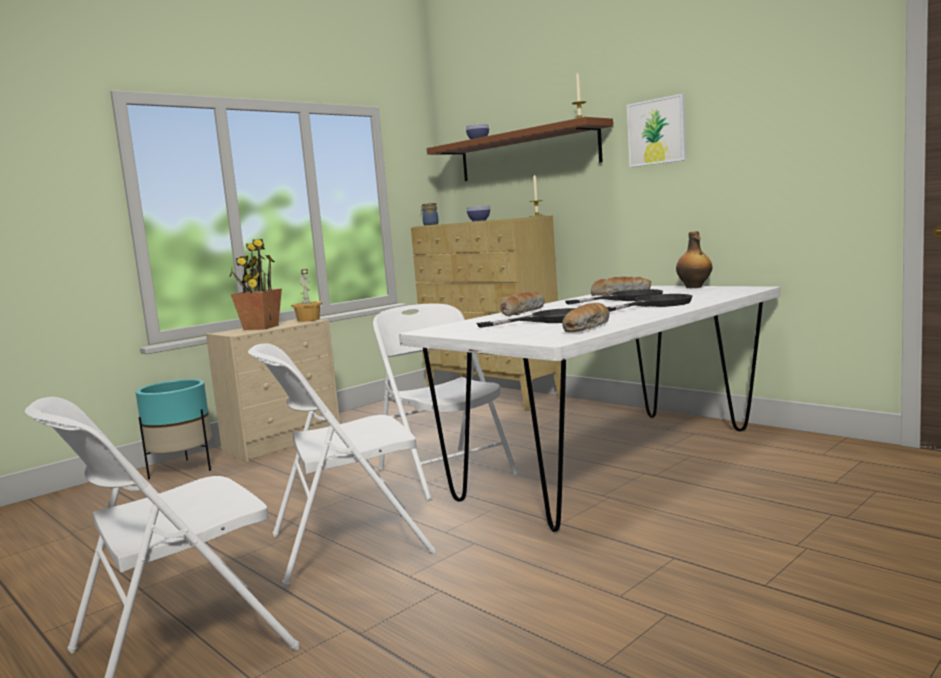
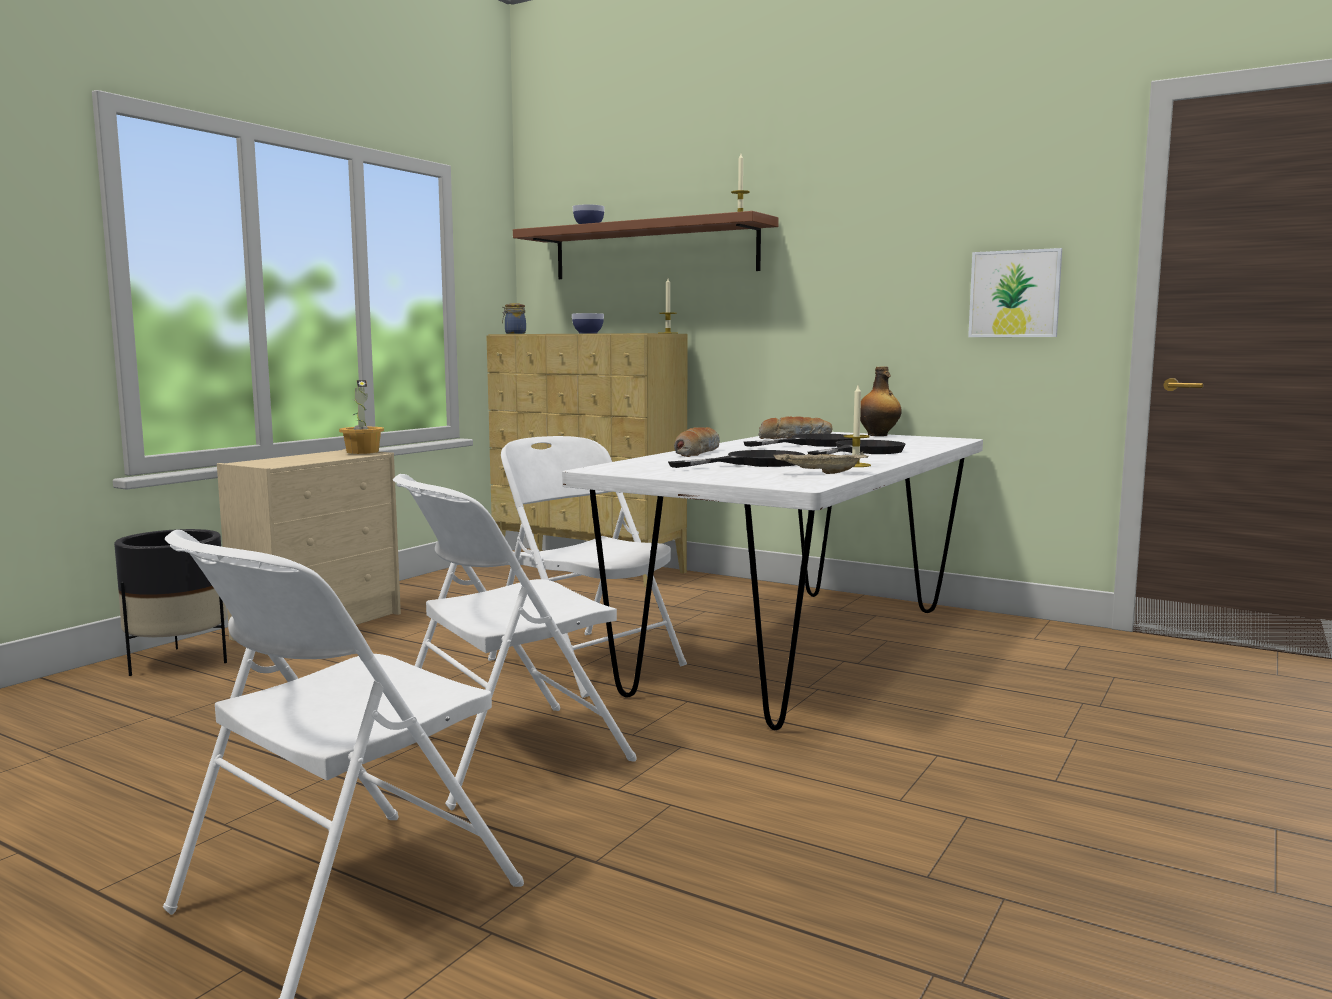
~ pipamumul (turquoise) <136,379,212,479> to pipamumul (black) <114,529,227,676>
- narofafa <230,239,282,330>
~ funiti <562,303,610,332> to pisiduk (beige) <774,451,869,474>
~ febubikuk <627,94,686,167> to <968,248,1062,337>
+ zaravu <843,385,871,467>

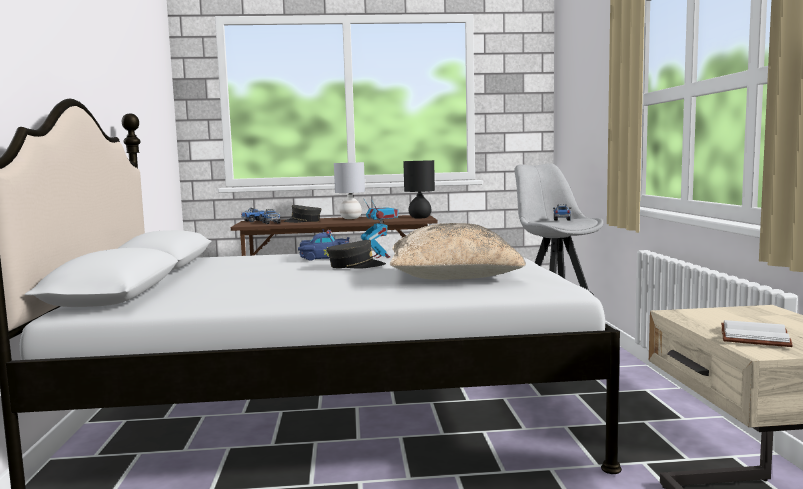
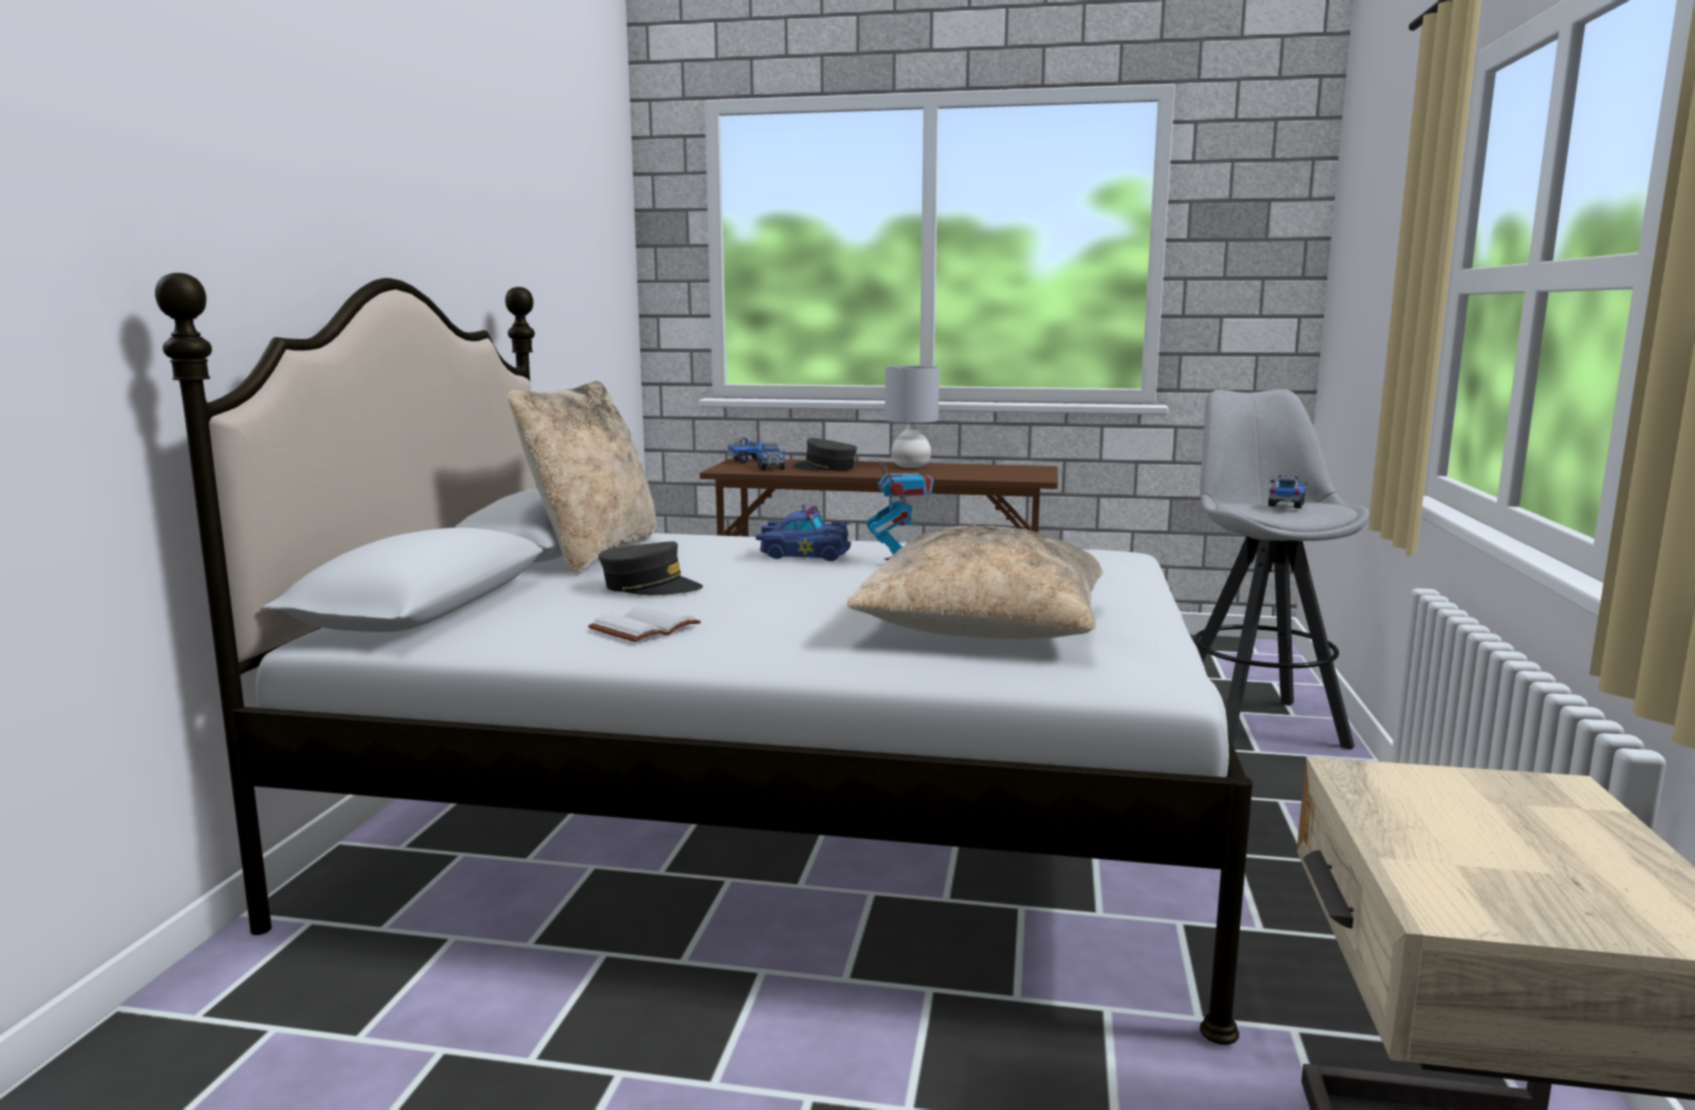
~ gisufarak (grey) <327,240,386,269> to <598,541,703,595>
- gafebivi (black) <403,160,435,218>
~ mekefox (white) <721,320,793,347> to <588,605,701,642>
+ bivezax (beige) <507,381,657,574>

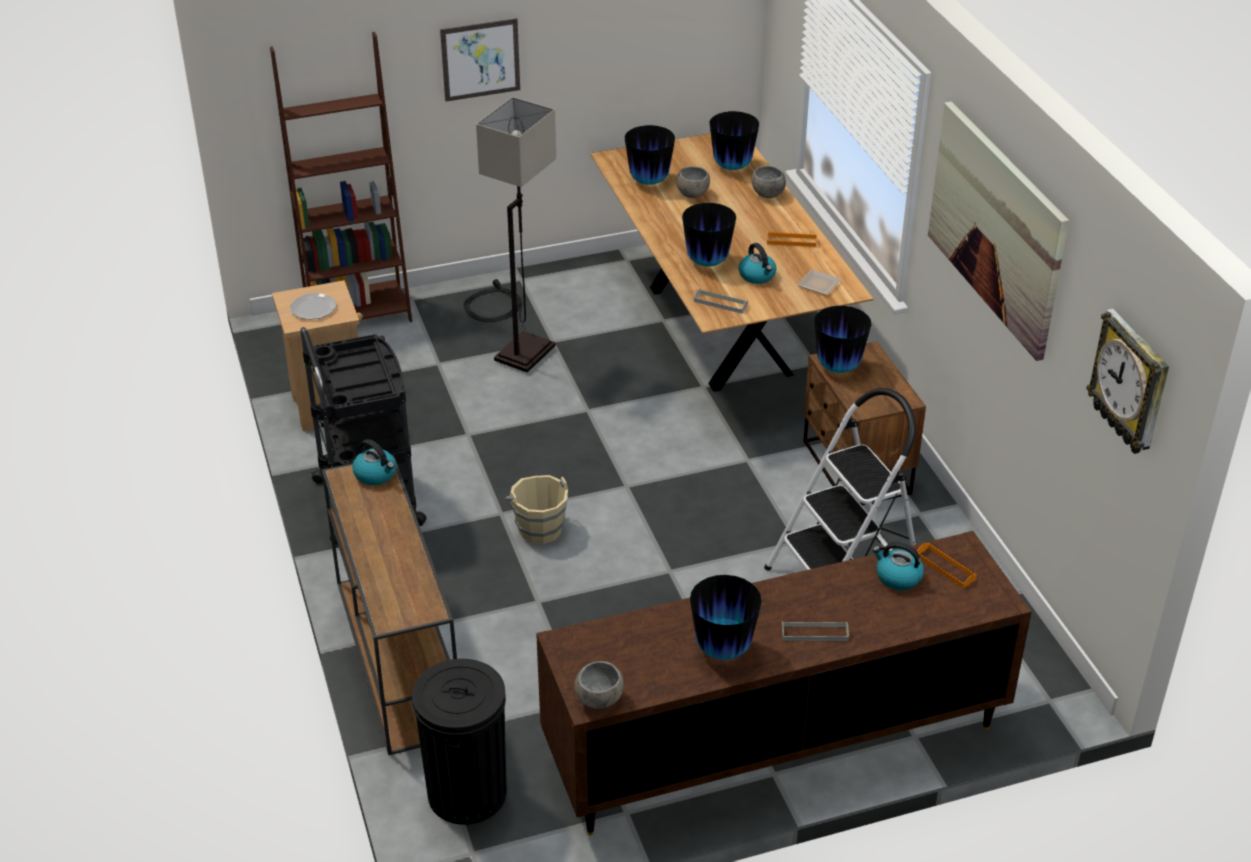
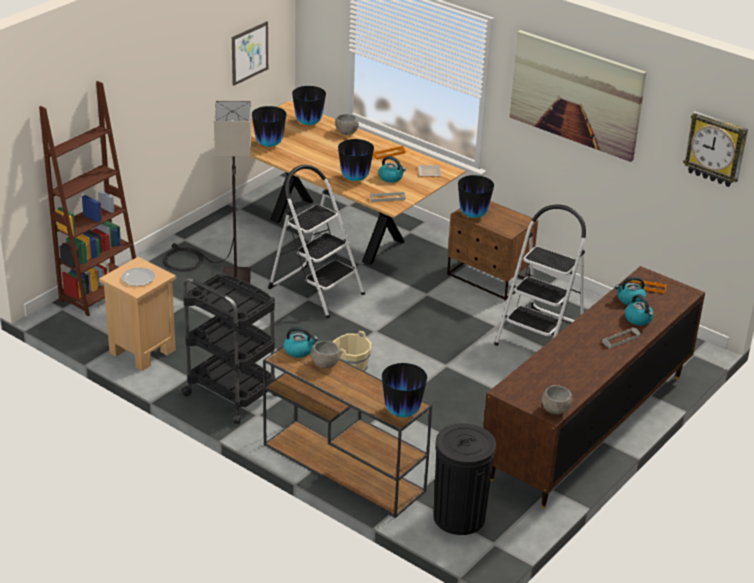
~ febubikuk <440,18,520,102> to <232,21,268,86>
~ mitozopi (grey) <677,166,710,198> to <311,341,340,368>
~ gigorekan <690,575,762,660> to <382,363,427,417>
+ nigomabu <268,165,365,318>
+ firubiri <625,294,654,325>

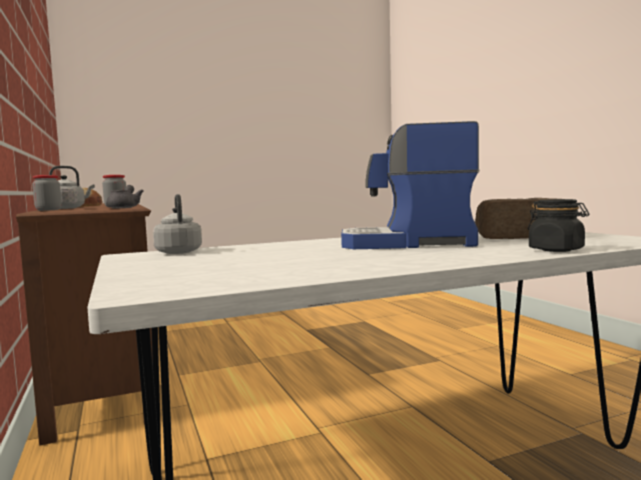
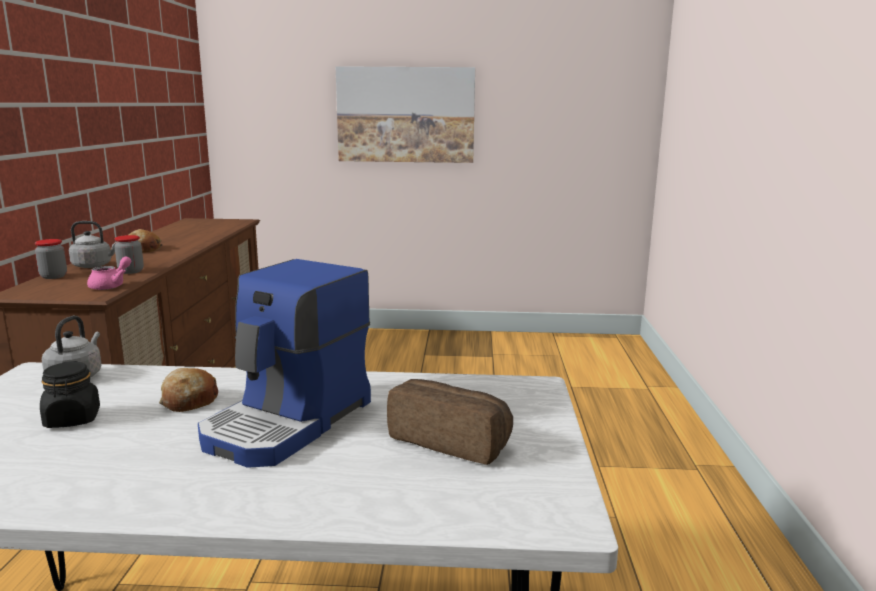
~ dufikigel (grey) <106,185,144,209> to dufikigel (pink) <87,256,131,290>
~ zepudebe <341,121,479,249> = <198,259,371,468> 90 degrees counterclockwise
~ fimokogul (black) <528,199,589,252> to <40,361,100,428>
+ funiti <159,368,218,412>
+ febubikuk <336,66,475,163>

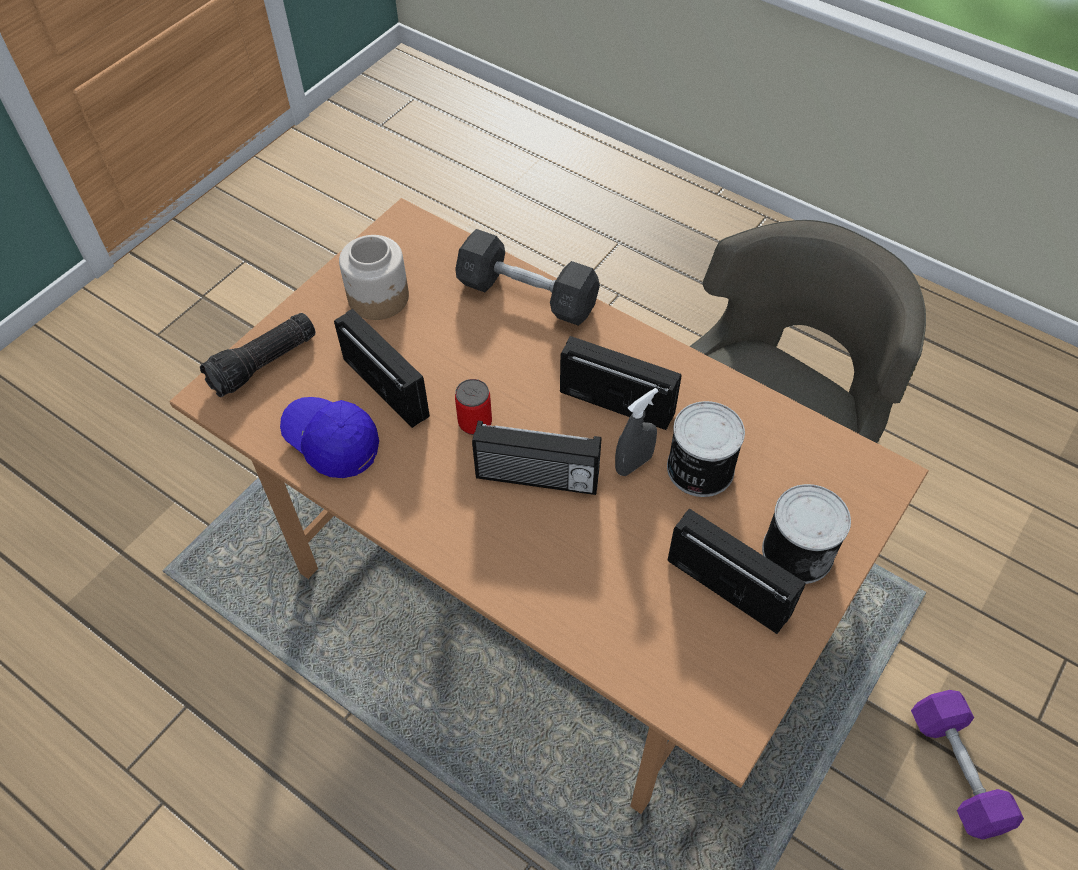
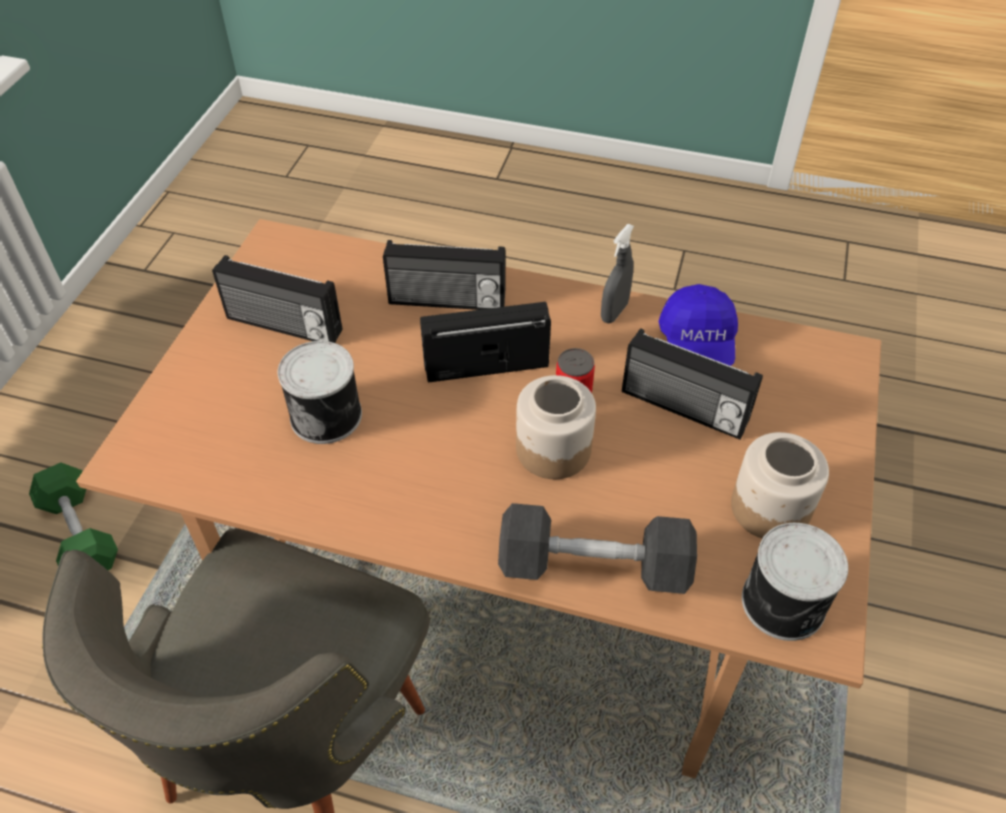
- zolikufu <200,313,316,397>
~ gisufarak (blue) <280,397,379,478> = <658,284,738,366> 75 degrees clockwise
~ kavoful <560,336,682,430> to <383,240,505,310>
~ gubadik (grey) <615,388,658,476> to <601,224,634,323>
~ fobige <762,484,851,584> to <742,523,848,641>
~ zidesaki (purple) <911,690,1024,840> to zidesaki (green) <29,463,118,570>
+ fimokogul <516,375,596,479>

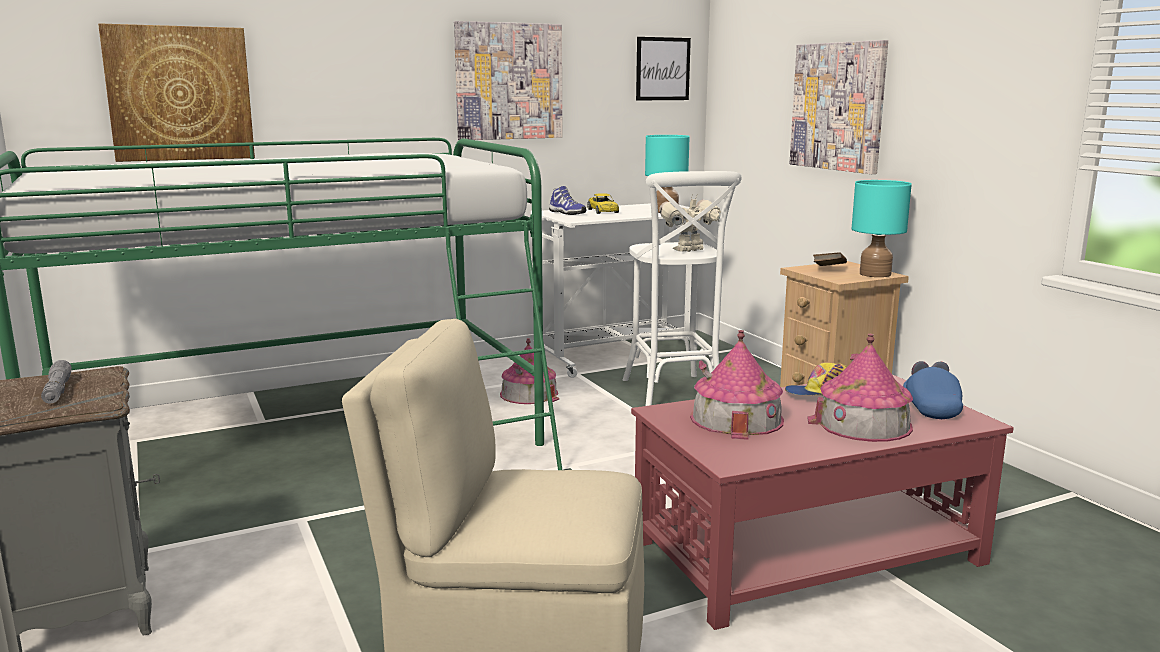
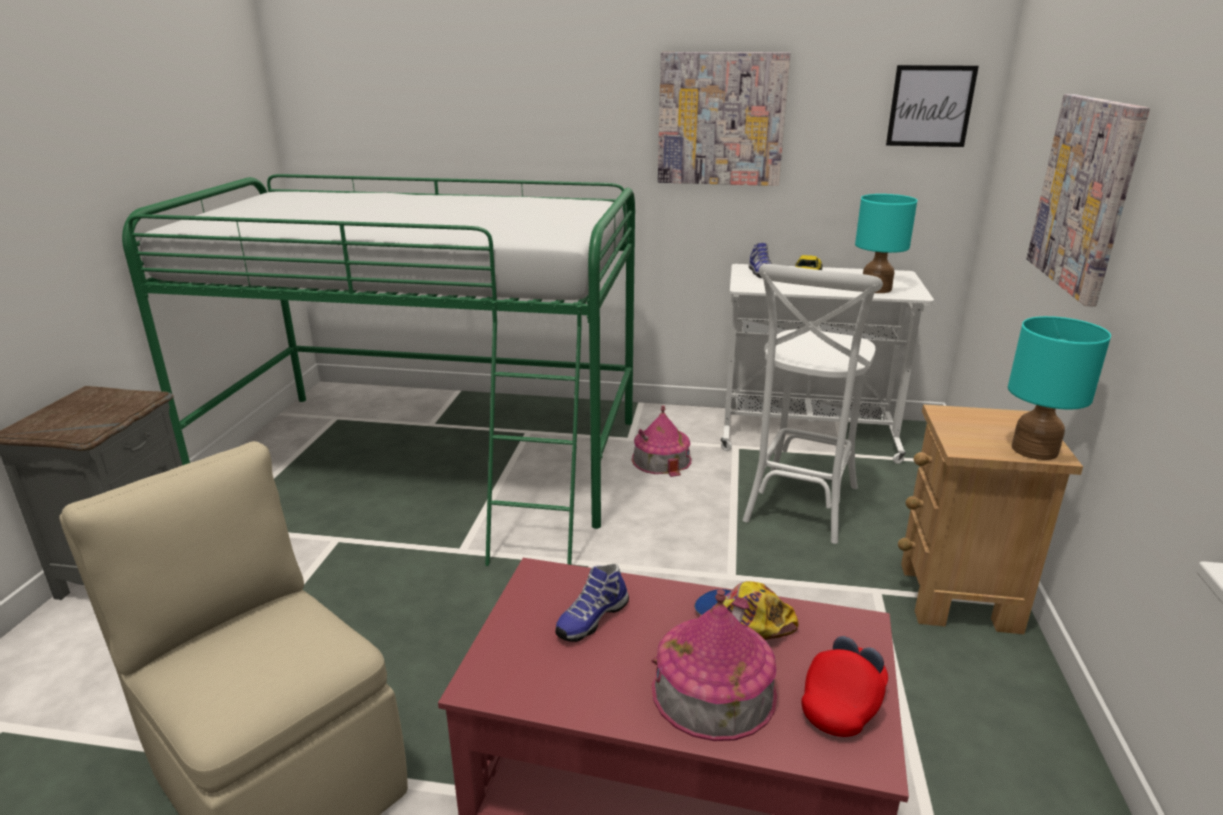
- zolikufu (grey) <41,360,72,403>
- febubikuk <98,23,255,162>
- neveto <659,193,721,252>
~ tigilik <690,330,784,440> to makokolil <555,564,629,642>
- mekefox (brown) <813,252,847,266>
~ gisufarak (blue) <903,361,963,419> to gisufarak (red) <801,636,888,737>

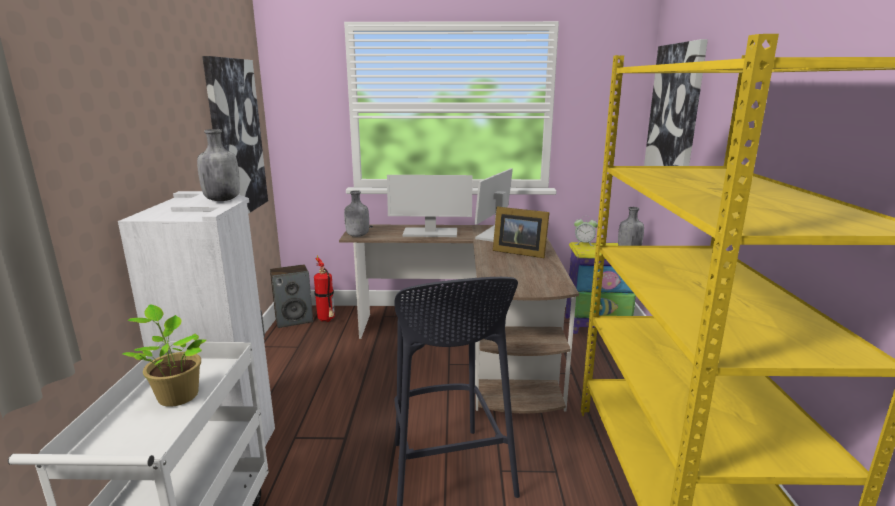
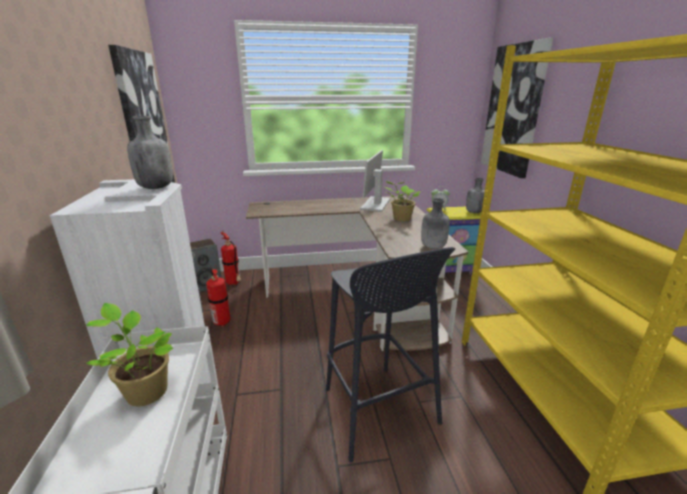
~ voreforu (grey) <344,190,369,237> to <421,198,450,249>
- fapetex <387,175,473,237>
~ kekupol <493,207,550,258> to narofafa <385,181,421,221>
+ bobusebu <206,265,230,326>

